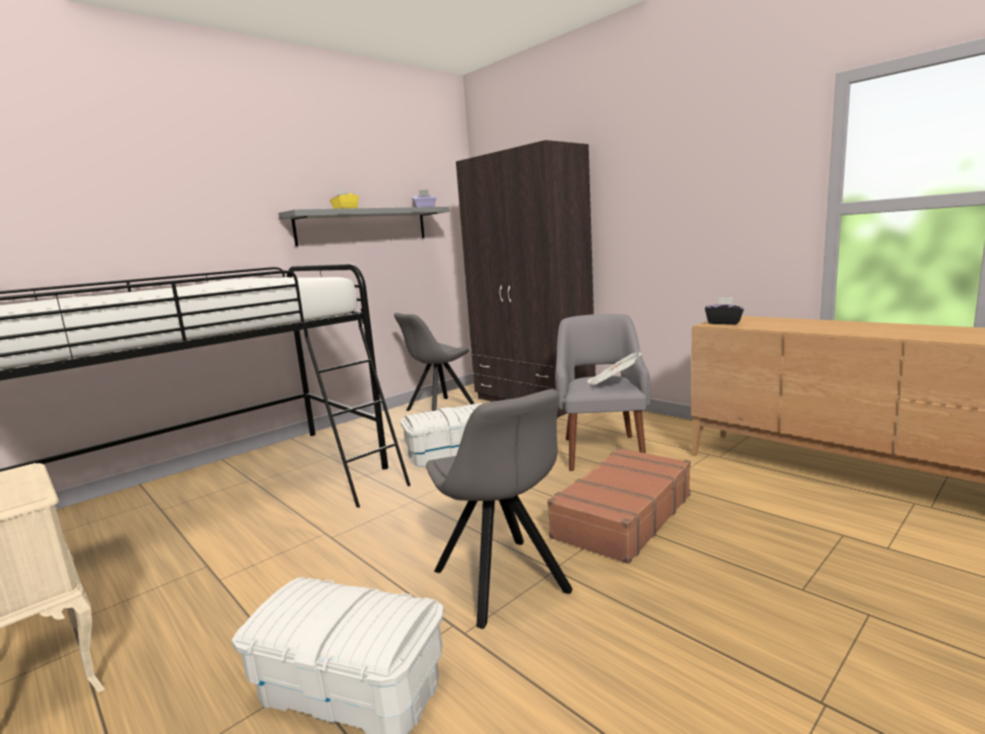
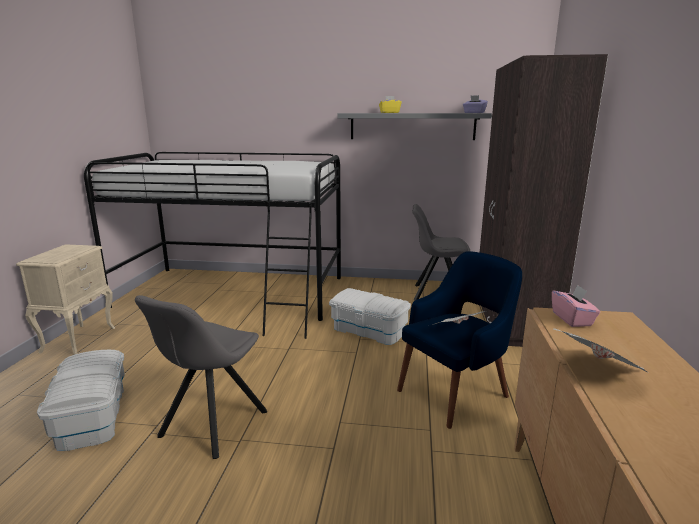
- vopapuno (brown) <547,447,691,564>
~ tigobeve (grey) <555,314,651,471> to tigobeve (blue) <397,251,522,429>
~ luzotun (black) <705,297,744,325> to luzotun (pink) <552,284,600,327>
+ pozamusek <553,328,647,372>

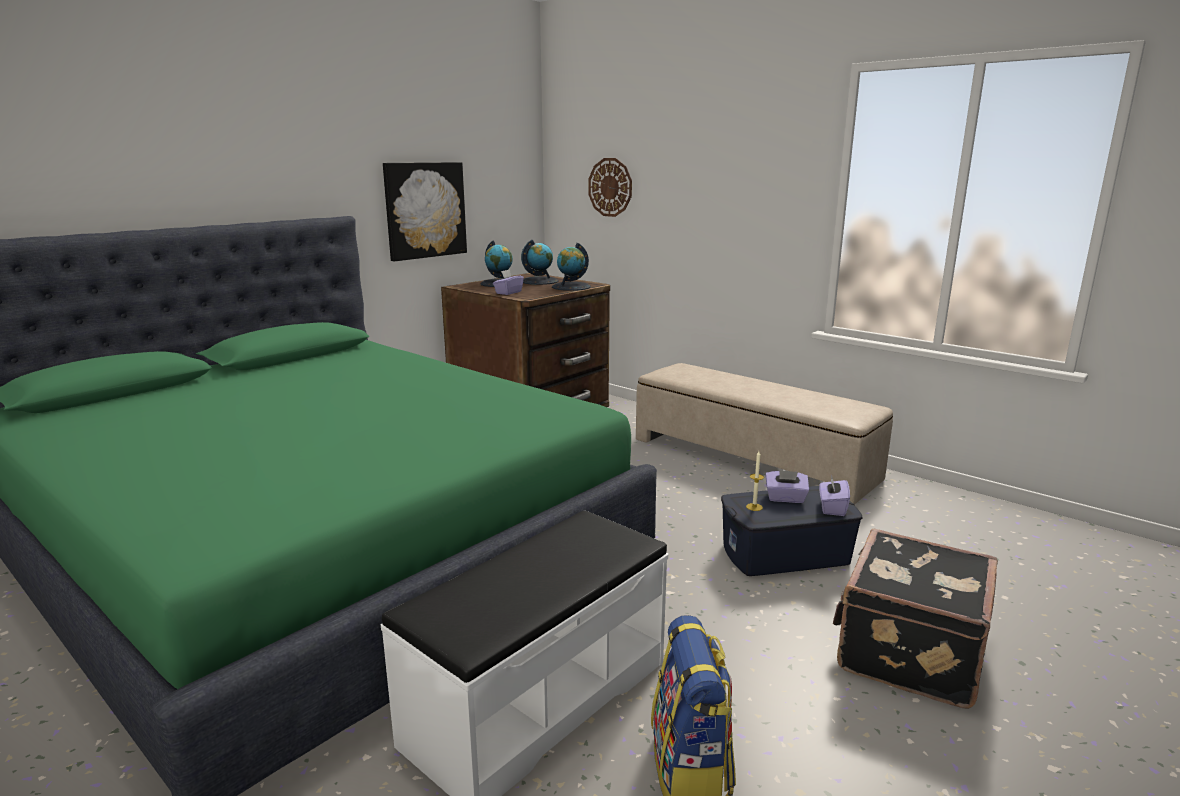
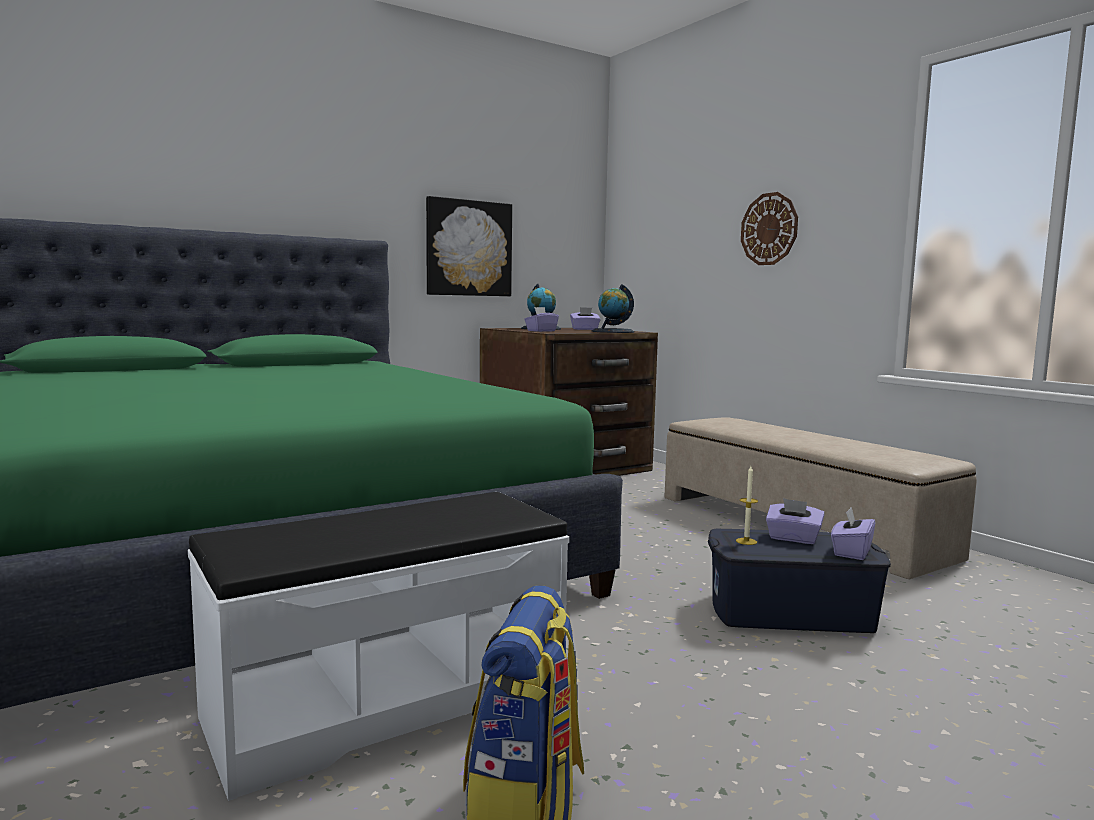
~ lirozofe <521,240,559,285> to luzotun (purple) <570,307,601,330>
~ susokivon <588,158,632,217> to <741,192,798,265>
- vopapuno (black) <833,529,998,709>

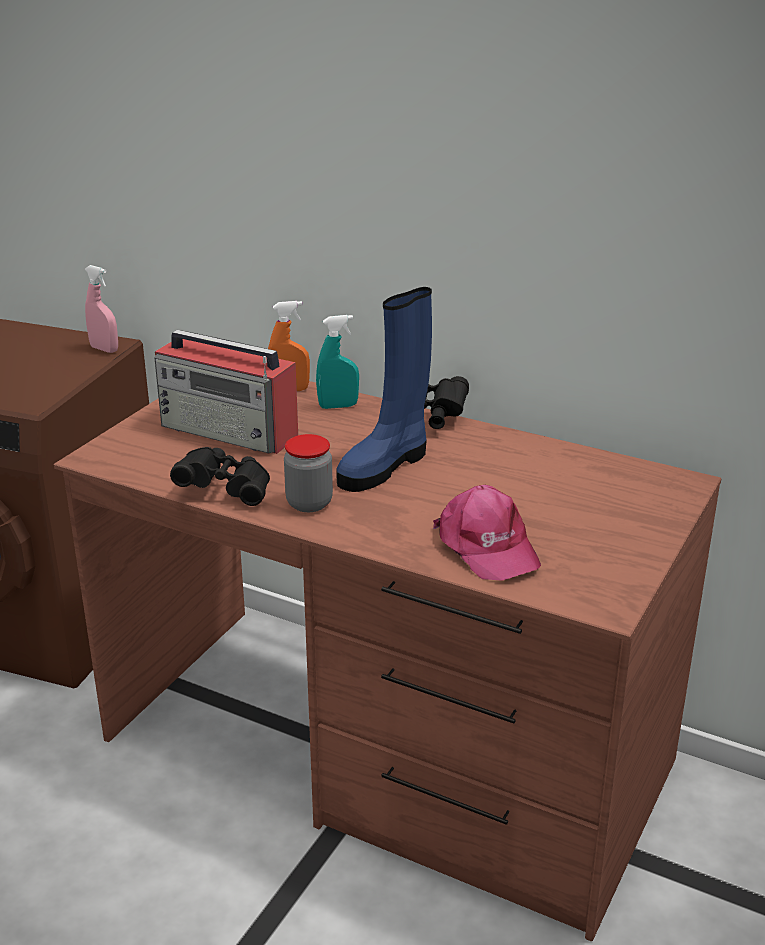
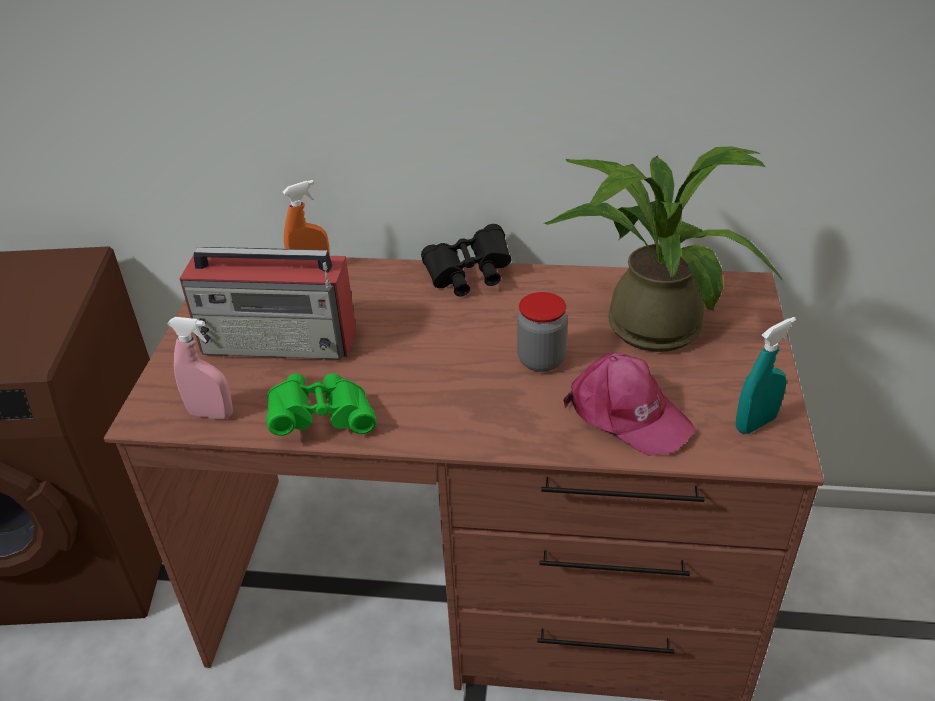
~ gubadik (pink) <85,265,118,353> to <167,317,233,419>
~ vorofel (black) <170,447,270,506> to vorofel (green) <266,373,376,436>
~ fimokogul <284,434,333,512> to <517,292,567,372>
~ gubadik (turquoise) <316,315,359,409> to <736,317,796,434>
- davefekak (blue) <336,287,432,492>
+ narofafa <544,147,783,352>

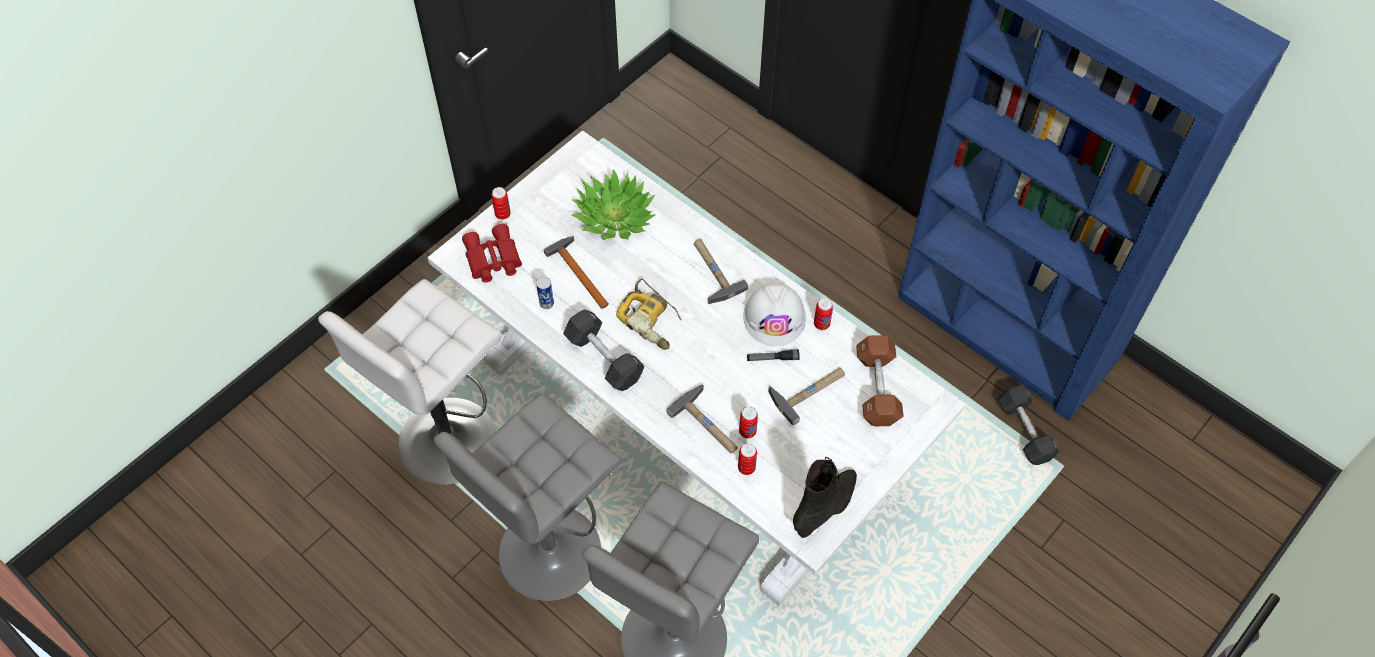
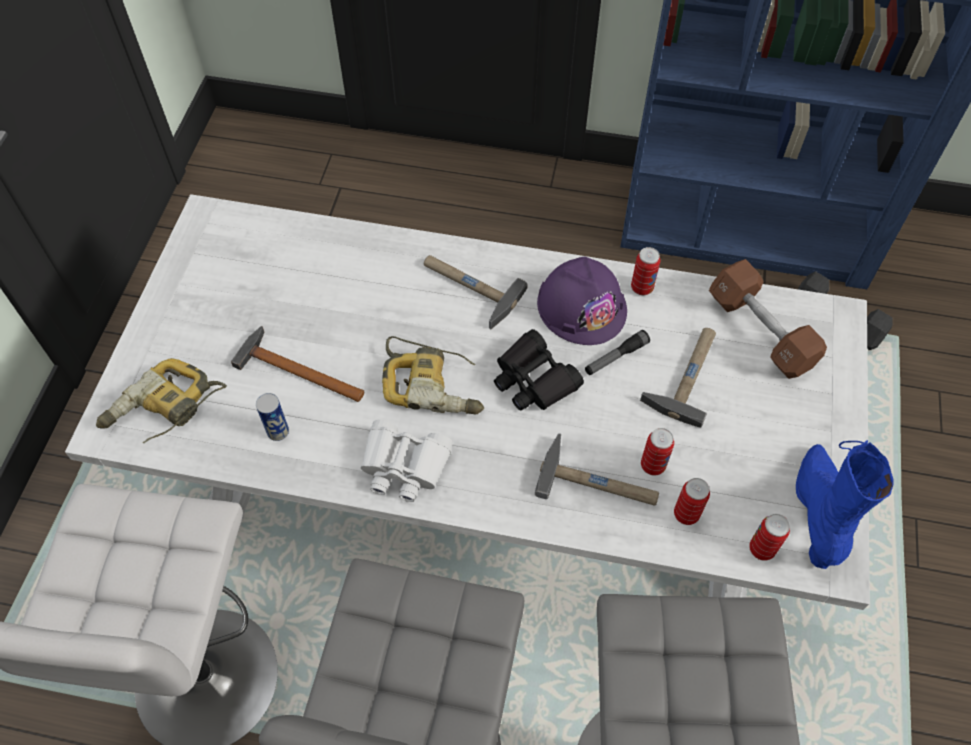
~ vorofel (red) <462,224,522,283> to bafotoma <96,358,227,443>
~ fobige <491,187,511,220> to <749,514,790,561>
~ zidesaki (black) <563,309,645,391> to vorofel (white) <361,420,453,502>
- narofafa <571,169,656,240>
~ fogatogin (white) <743,284,806,346> to fogatogin (purple) <537,257,627,345>
~ davefekak (black) <793,457,857,538> to davefekak (blue) <796,440,894,569>
+ vorofel (black) <494,329,584,411>

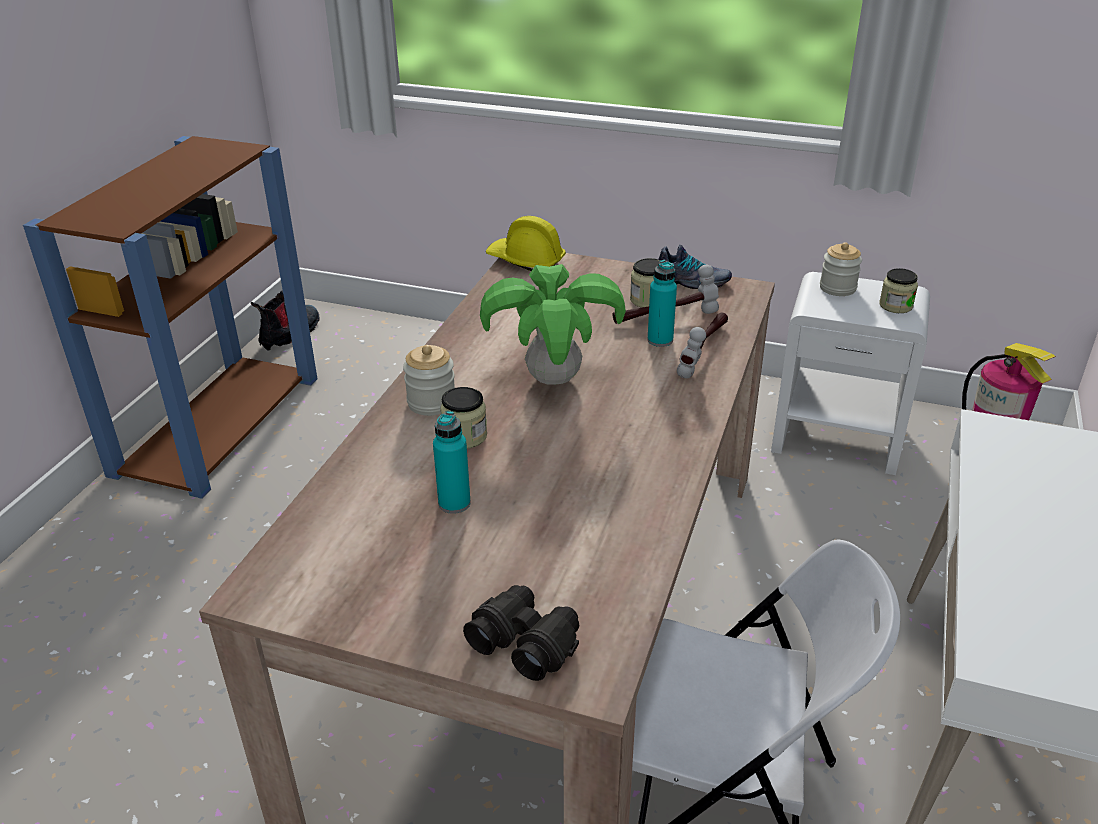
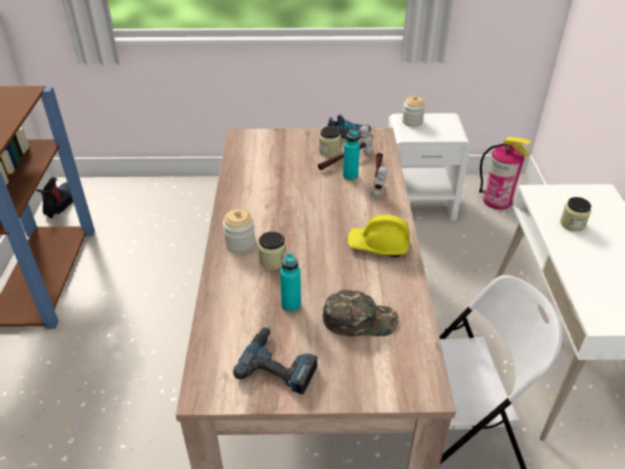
- vorofel (black) <463,585,579,681>
- narofafa <480,264,626,385>
~ fogatogin (yellow) <486,216,566,271> to <347,215,409,258>
~ fimokogul <879,268,918,313> to <560,197,591,232>
+ bafotoma <233,325,318,395>
+ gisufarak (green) <323,290,399,336>

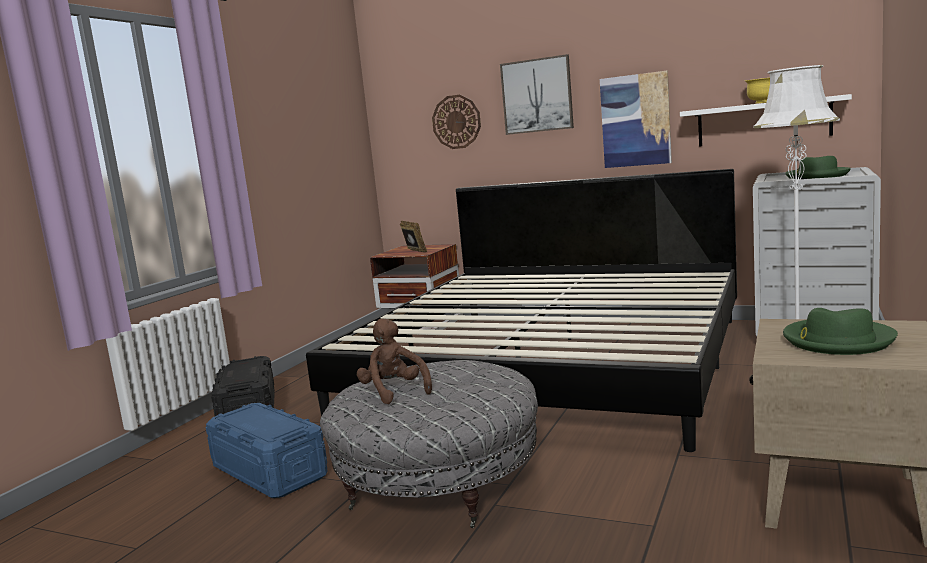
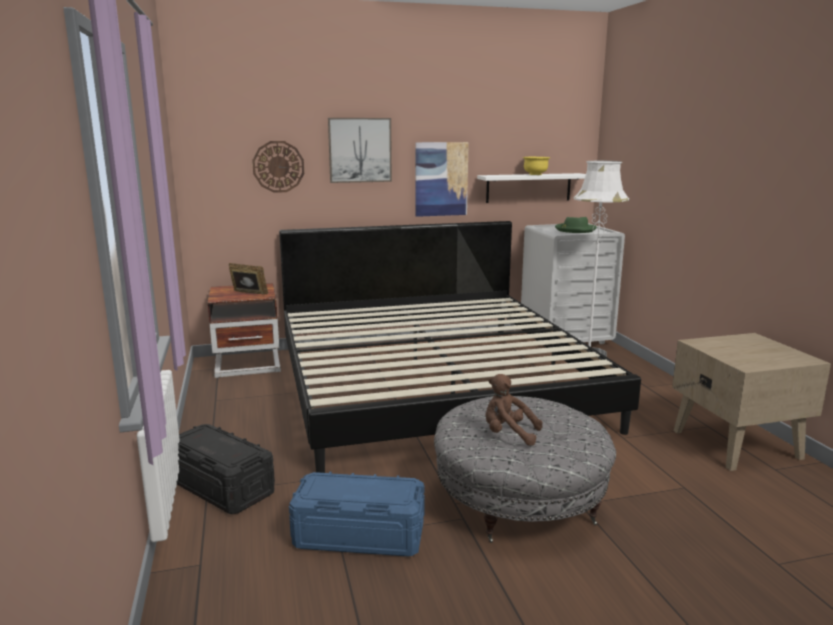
- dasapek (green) <783,308,898,355>

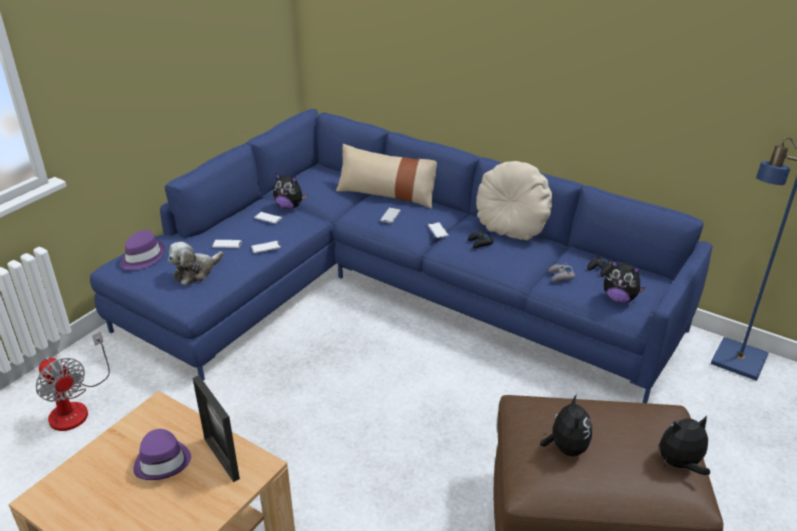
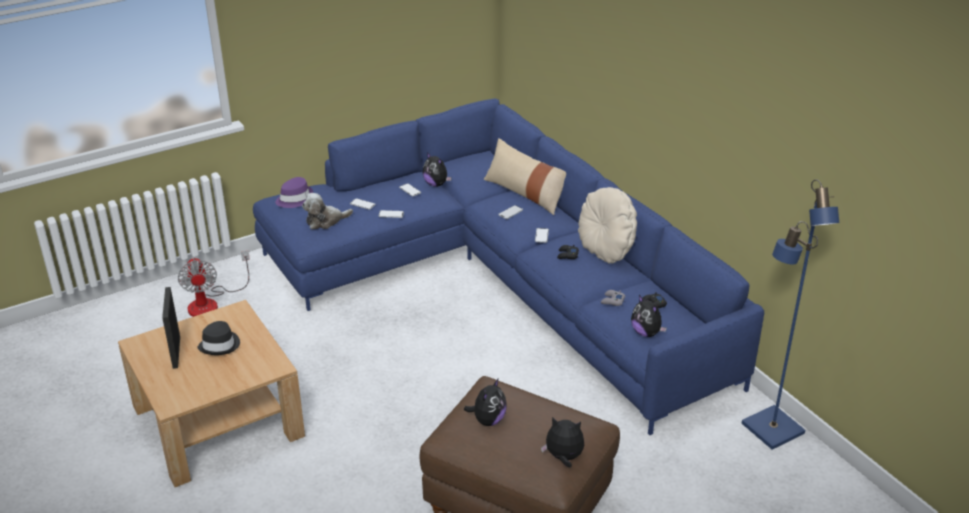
~ dasapek (purple) <134,429,191,480> to dasapek (black) <197,321,240,355>
~ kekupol <193,376,240,482> to <162,287,180,369>

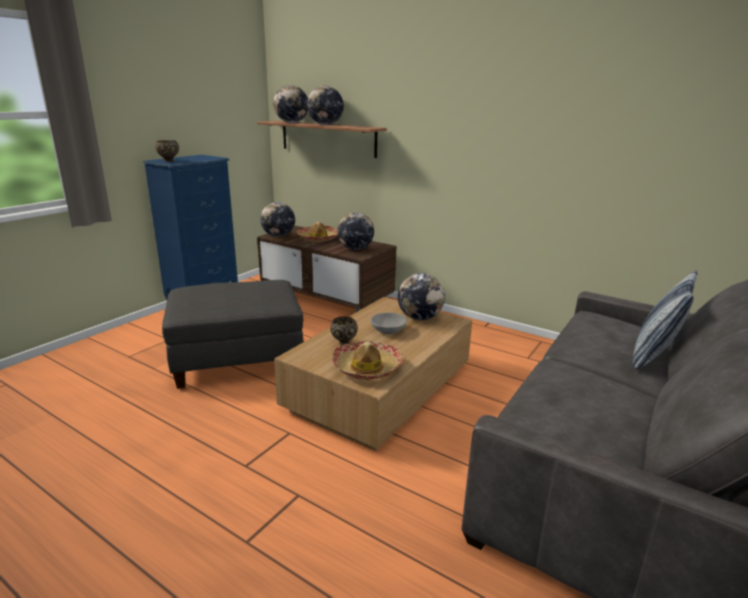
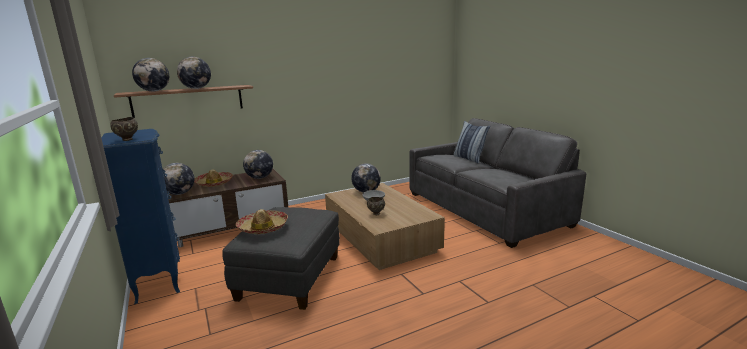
~ dasapek <332,341,403,380> to <235,209,288,234>

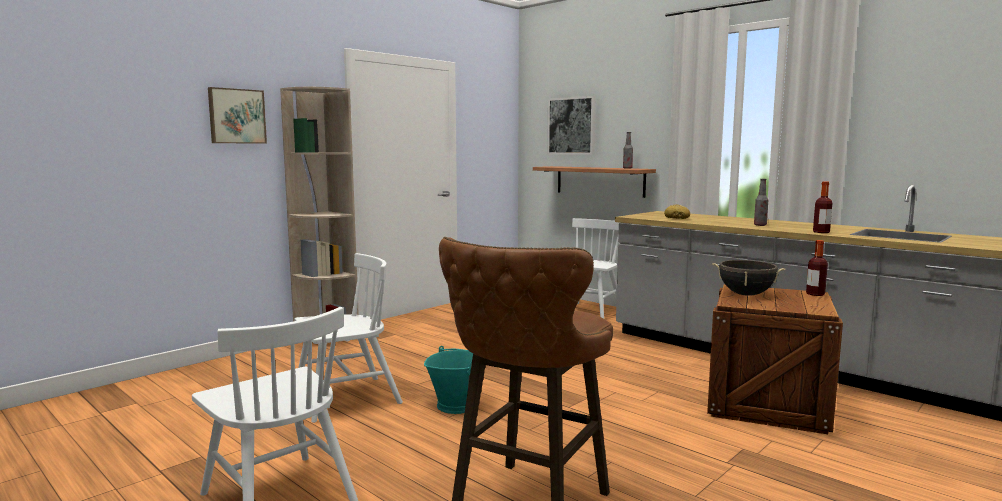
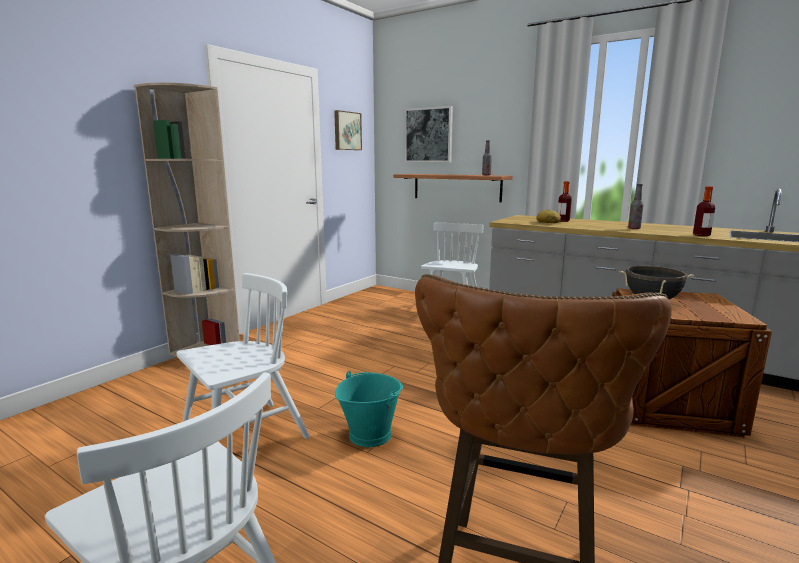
~ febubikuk <208,87,267,143> to <334,110,362,150>
~ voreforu <806,240,828,296> to <558,181,572,222>

